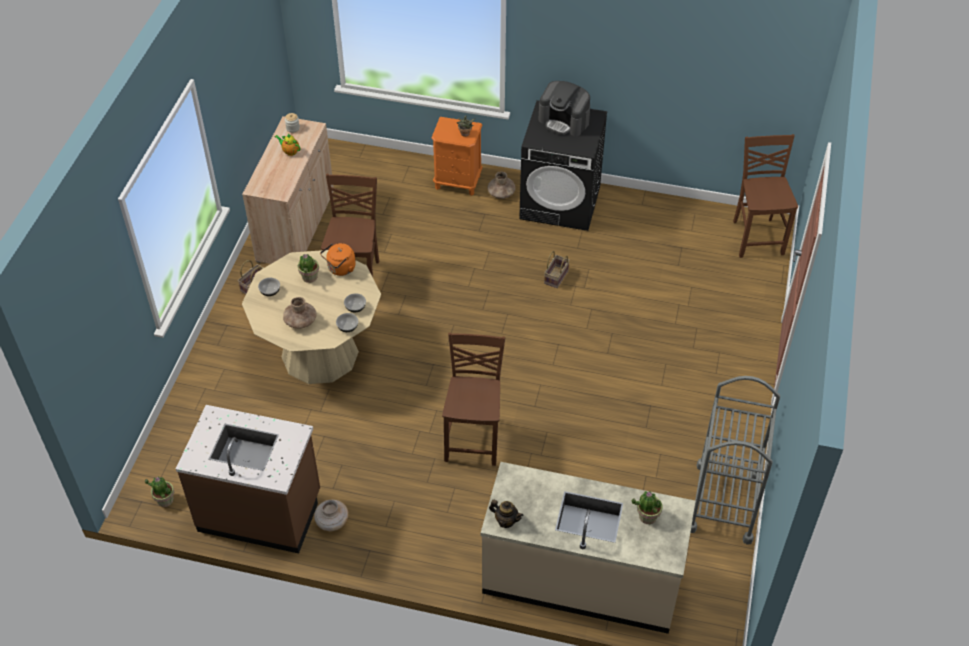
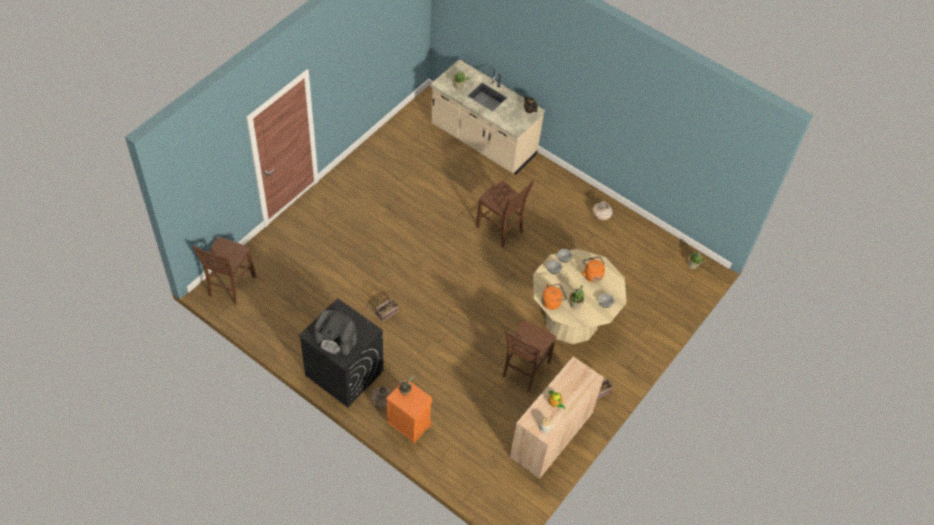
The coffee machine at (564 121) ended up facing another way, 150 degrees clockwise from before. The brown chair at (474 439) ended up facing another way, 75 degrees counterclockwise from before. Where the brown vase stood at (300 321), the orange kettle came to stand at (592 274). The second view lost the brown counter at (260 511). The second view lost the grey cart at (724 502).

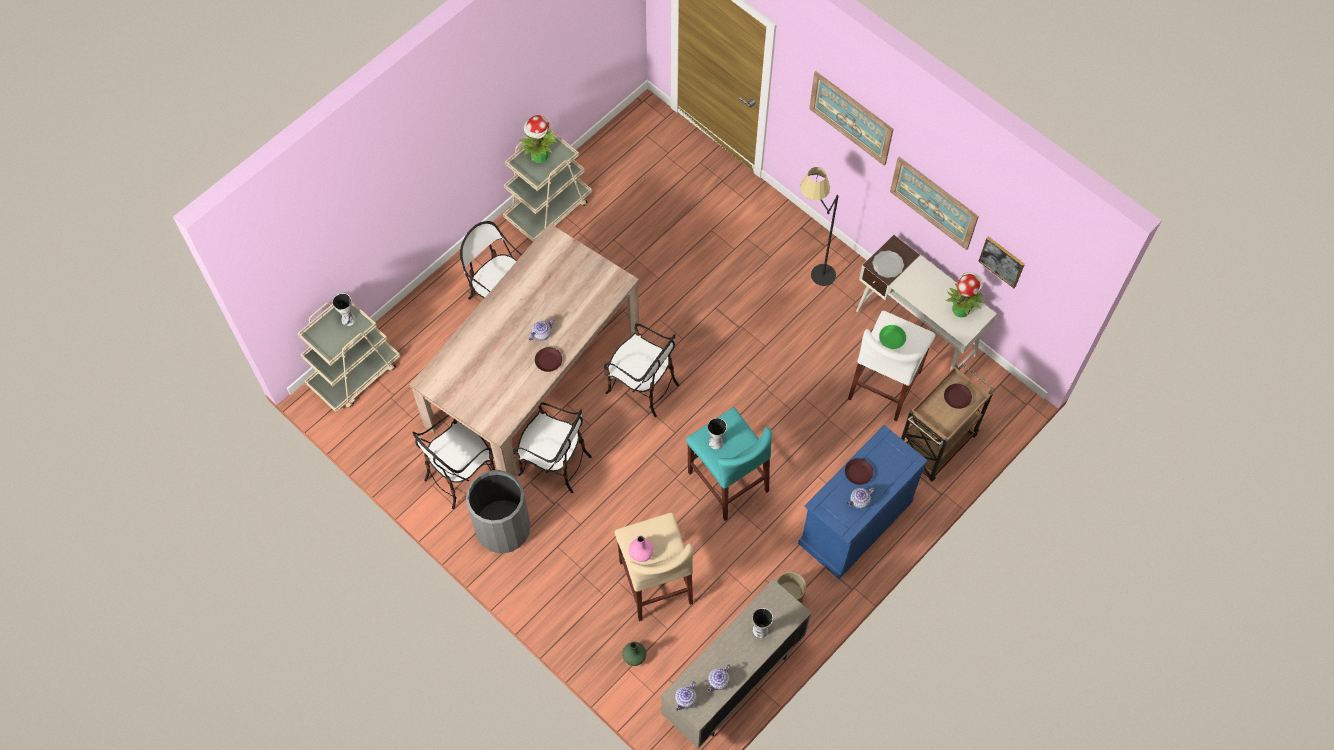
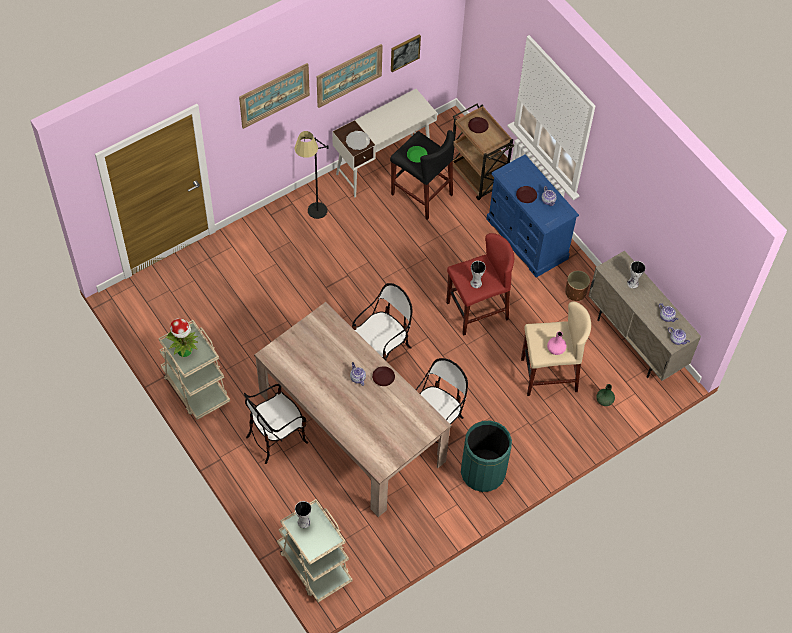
What was the white stool at (884 385) turned into the black stool at (421 194). What was the turquoise stool at (728 481) turned into the red stool at (477 311). What was the grey trash can at (503 528) turned into the green trash can at (482 472). The second view lost the chair at (461 474). The second view lost the potted plant at (961 309).

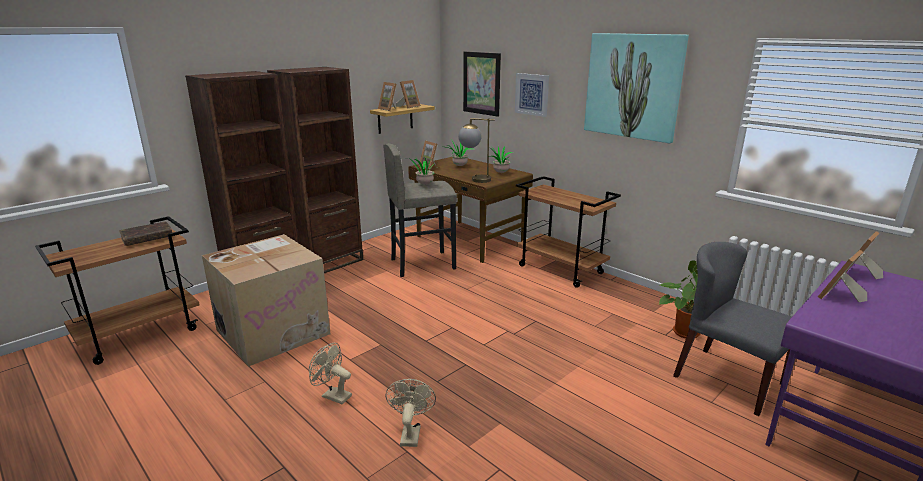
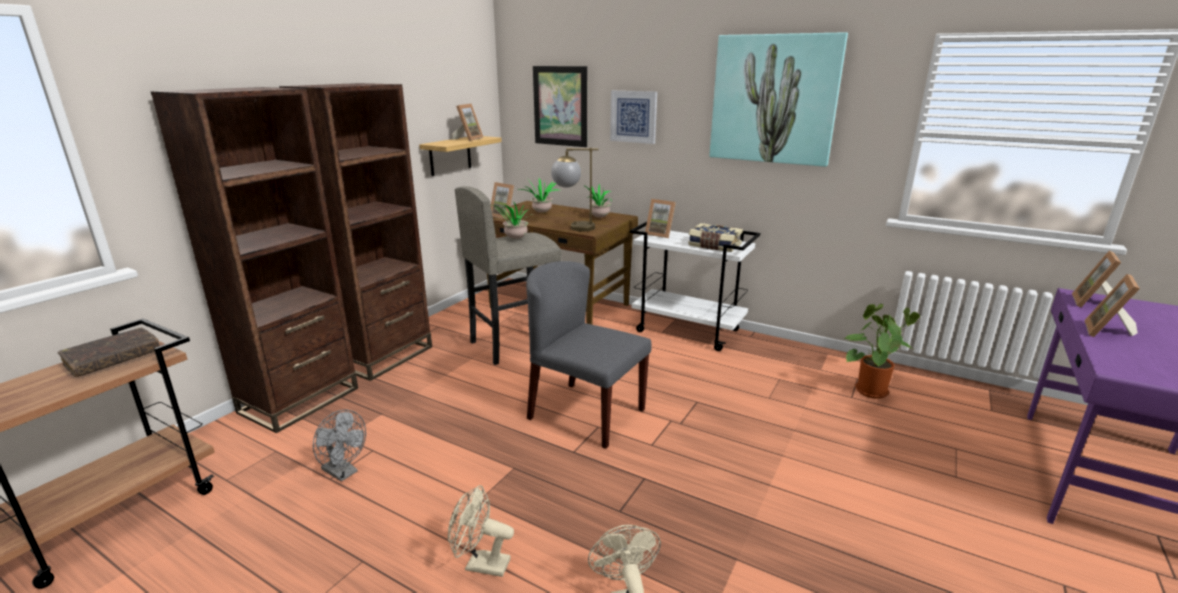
Where the cardboard box stood at (273 331), the grey fan came to stand at (343 473). The grey chair ended up elsewhere, having gone from (727 379) to (585 414). What was the brown cart at (561 270) turned into the white cart at (688 331). The picture frame ended up elsewhere, having gone from (389 109) to (660 234). The second view gained the book at (714 246).

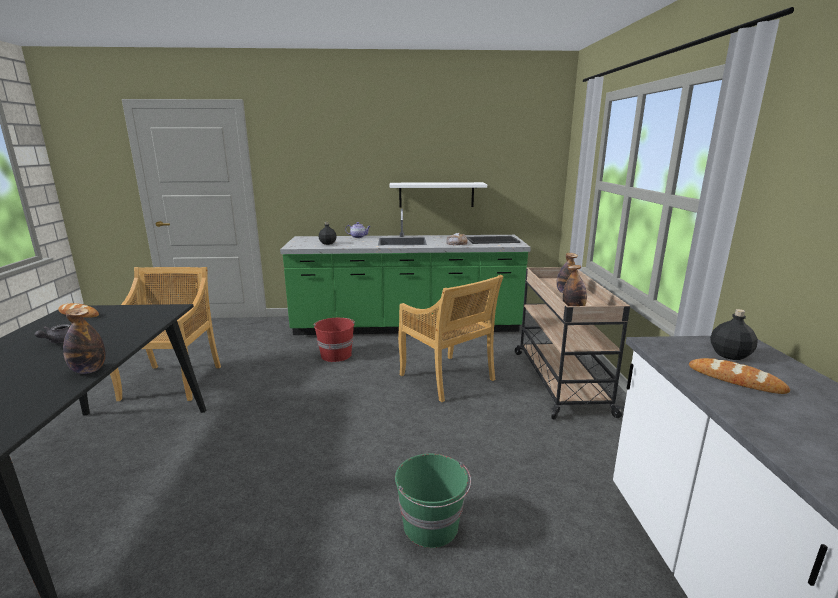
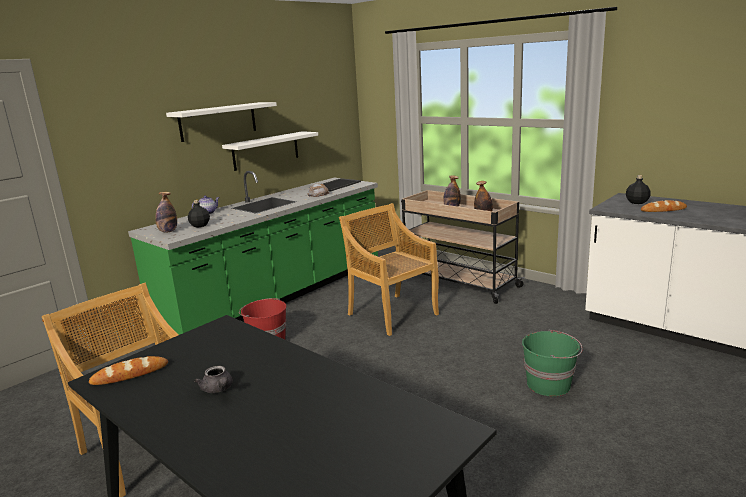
The bottle ended up elsewhere, having gone from (89 370) to (168 231). The second view gained the white shelf at (218 121). The beige chair at (447 378) ended up facing another way, 135 degrees counterclockwise from before.

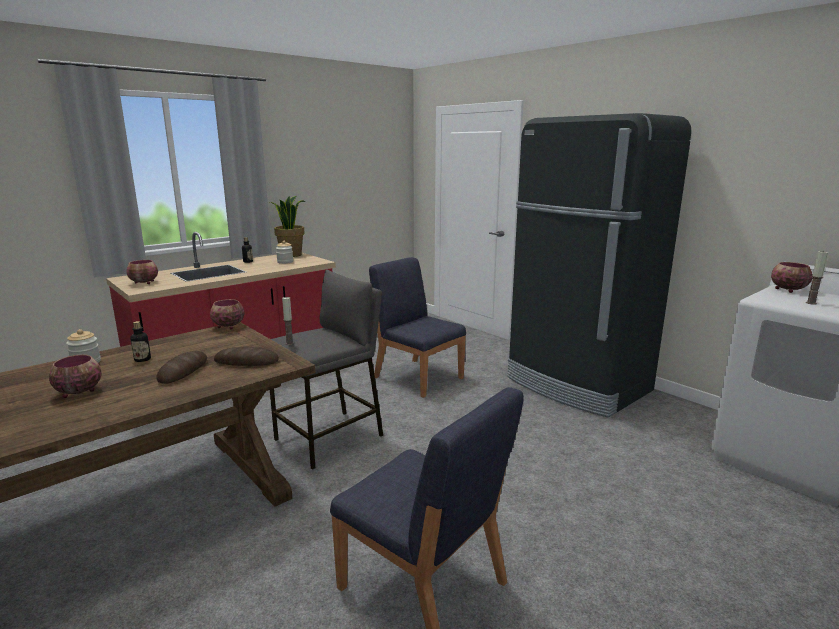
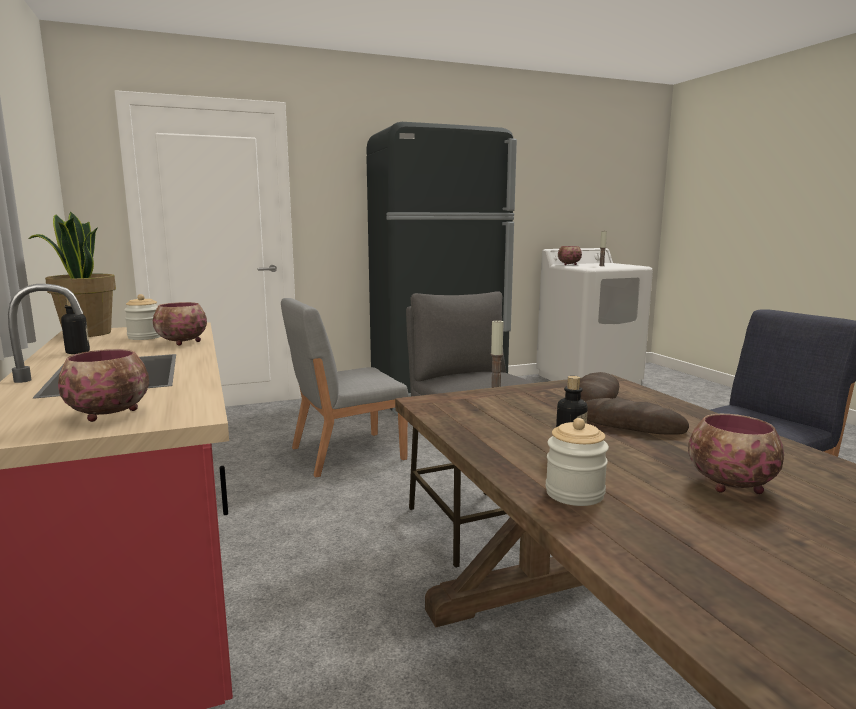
The bowl ended up elsewhere, having gone from (228 326) to (182 342). What was the blue chair at (418 377) turned into the grey chair at (346 453).

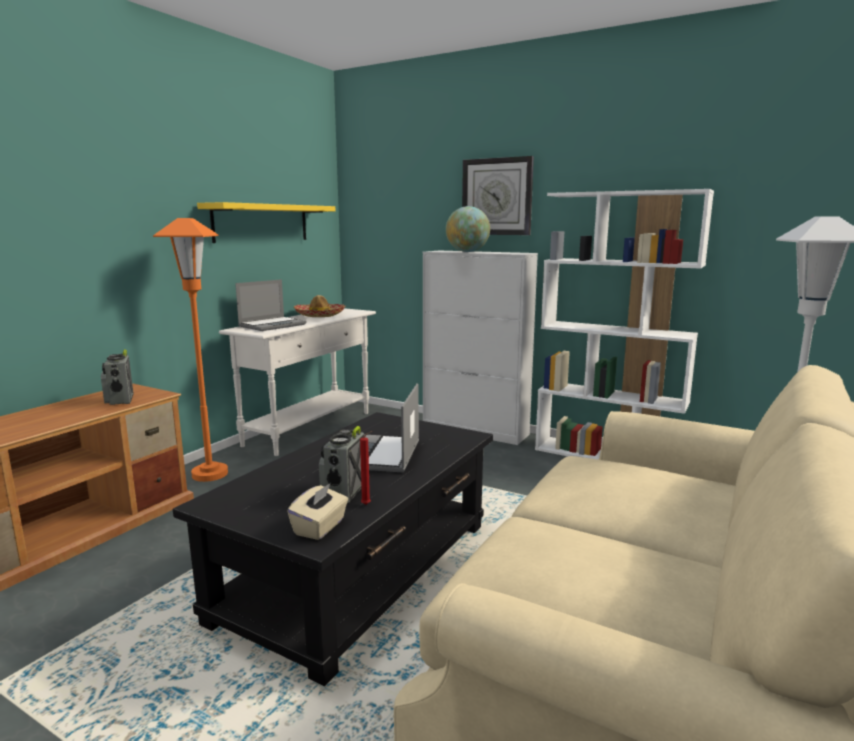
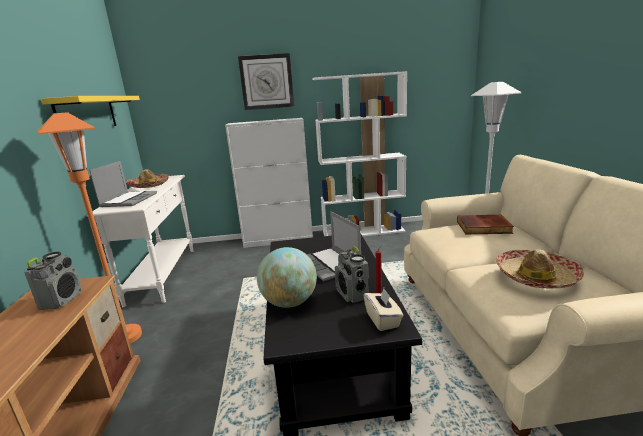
The radio at (119 400) ended up facing another way, 120 degrees counterclockwise from before. The globe ended up elsewhere, having gone from (467 252) to (289 302). The second view gained the book at (483 227). The second view gained the hat at (535 277).

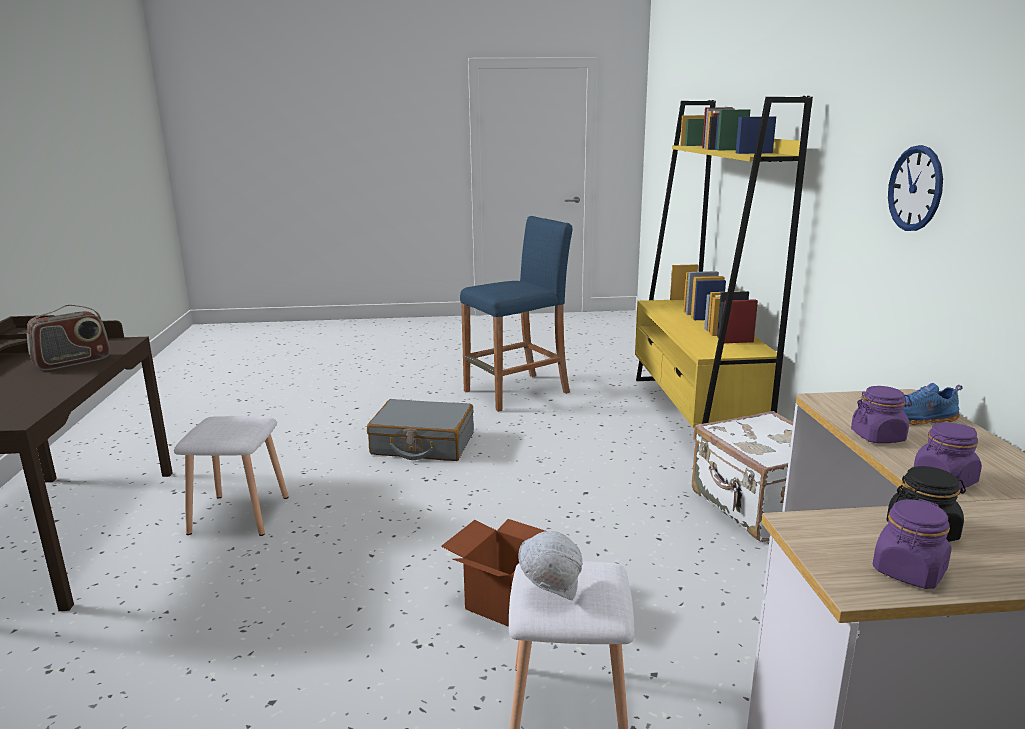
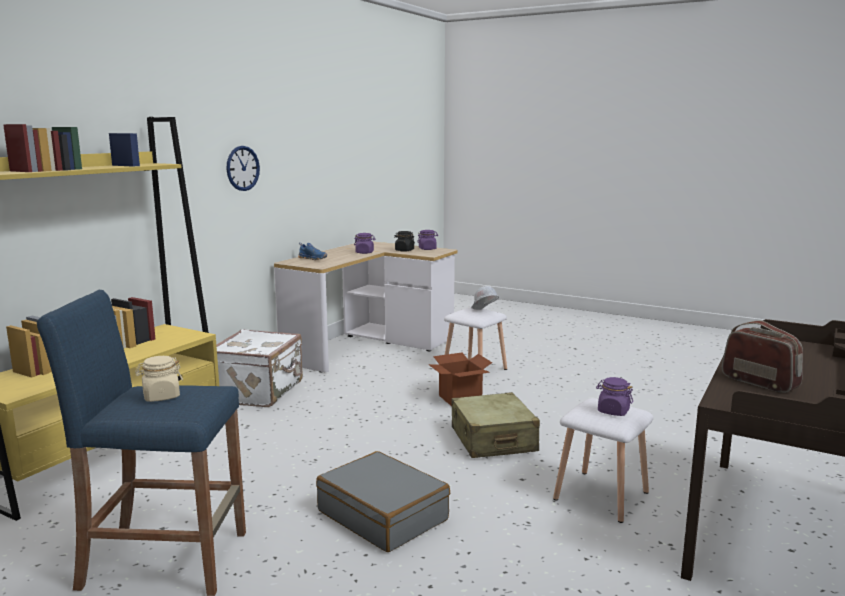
The second view gained the beige jar at (161 396). The second view gained the beige suitcase at (493 440). The purple jar ended up elsewhere, having gone from (878 437) to (613 411). The radio at (73 362) ended up facing another way, 60 degrees clockwise from before.

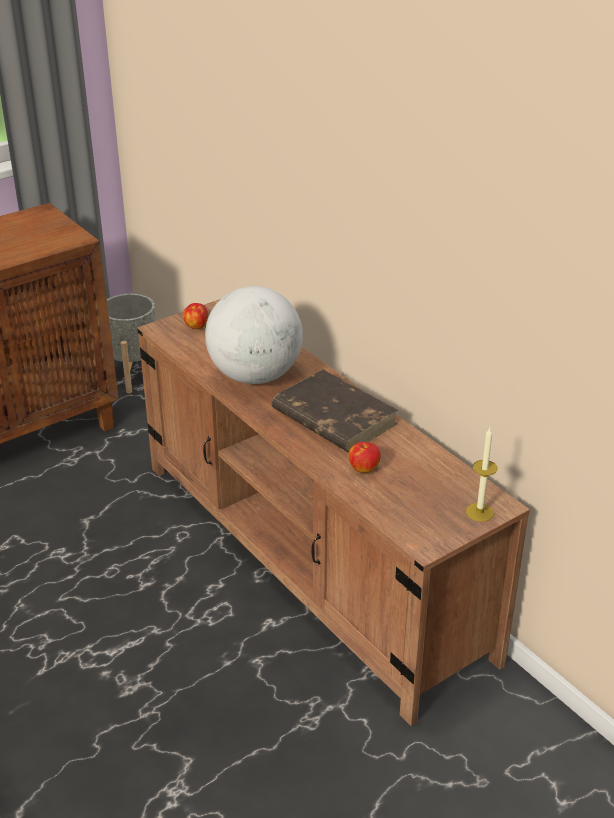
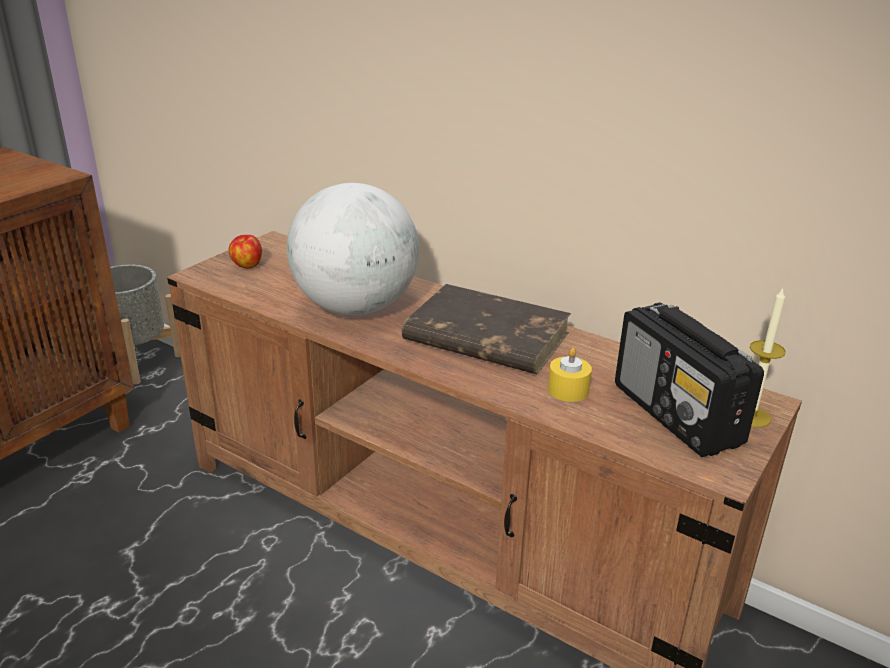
Where the apple stood at (364 468), the yellow candle came to stand at (568 390). The second view gained the radio at (677 415).

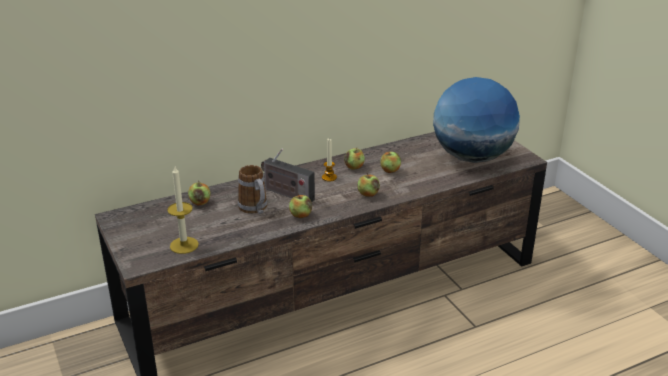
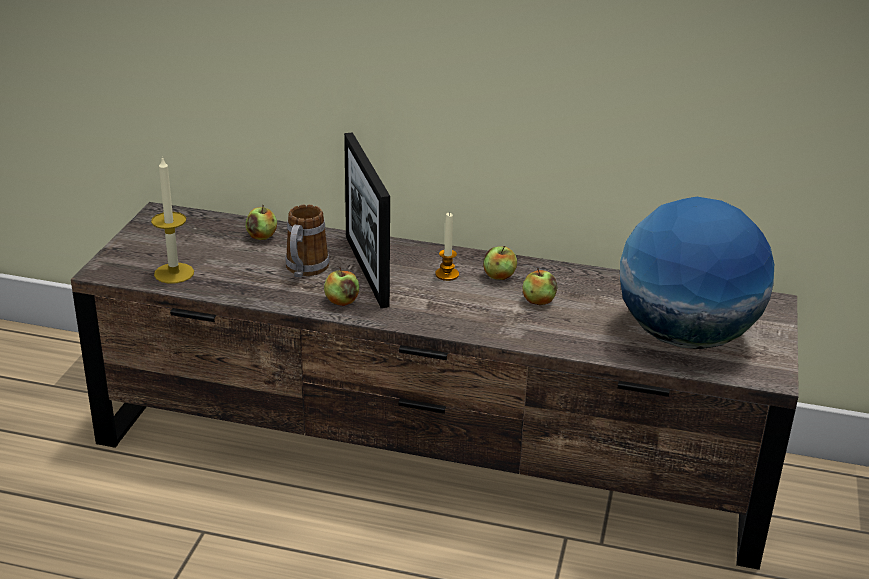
Where the radio stood at (286 194), the picture frame came to stand at (366 270). The second view lost the apple at (368 194).

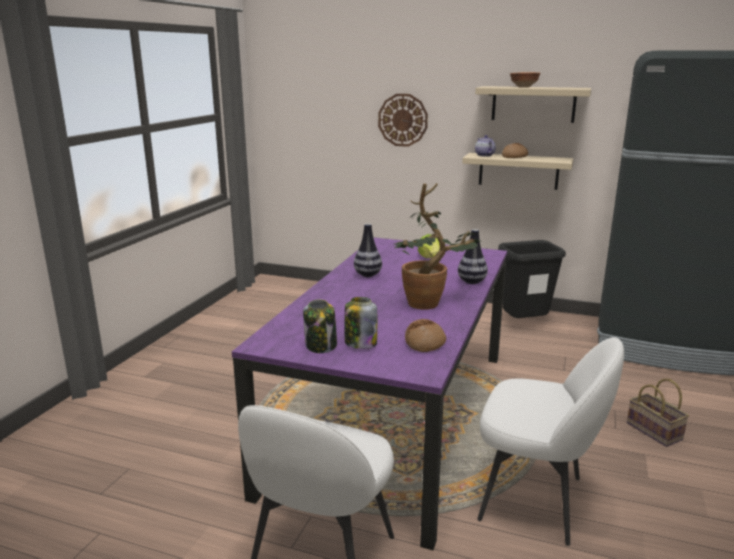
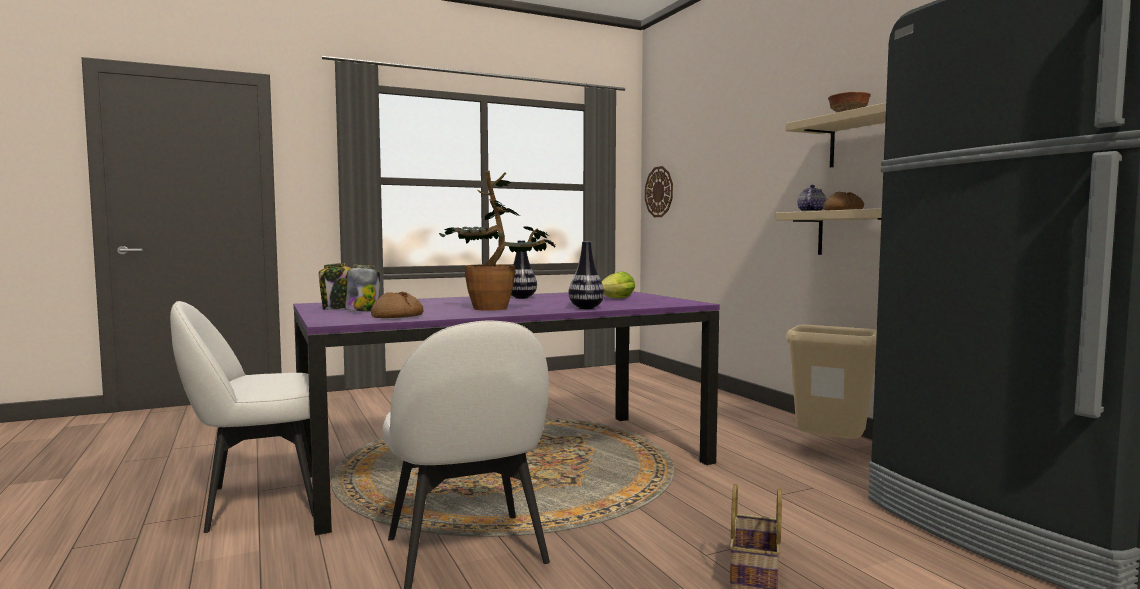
The wall clock ended up elsewhere, having gone from (403 120) to (659 192). What was the black trash can at (524 325) turned into the beige trash can at (830 452).

